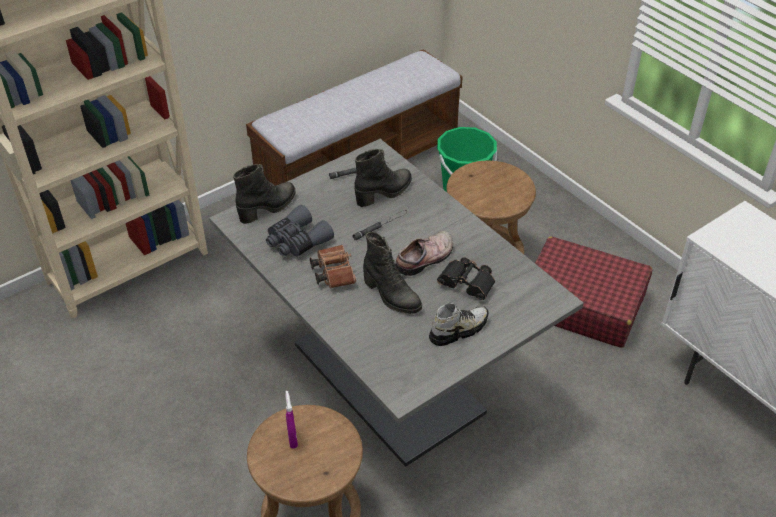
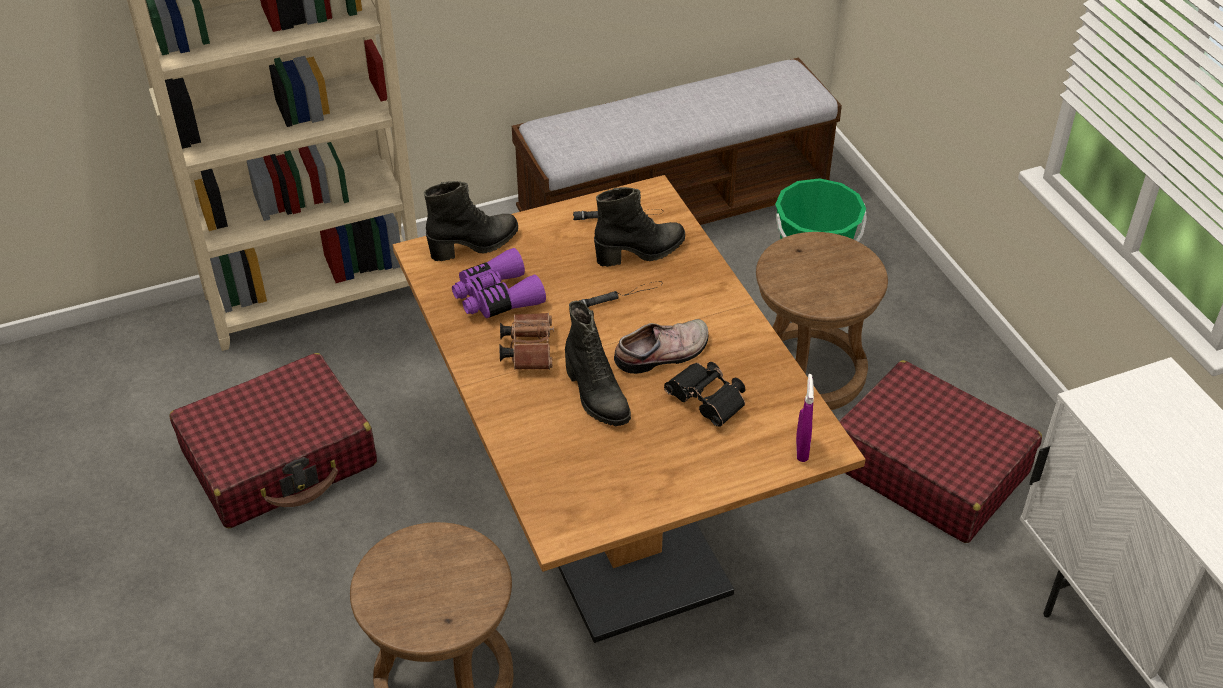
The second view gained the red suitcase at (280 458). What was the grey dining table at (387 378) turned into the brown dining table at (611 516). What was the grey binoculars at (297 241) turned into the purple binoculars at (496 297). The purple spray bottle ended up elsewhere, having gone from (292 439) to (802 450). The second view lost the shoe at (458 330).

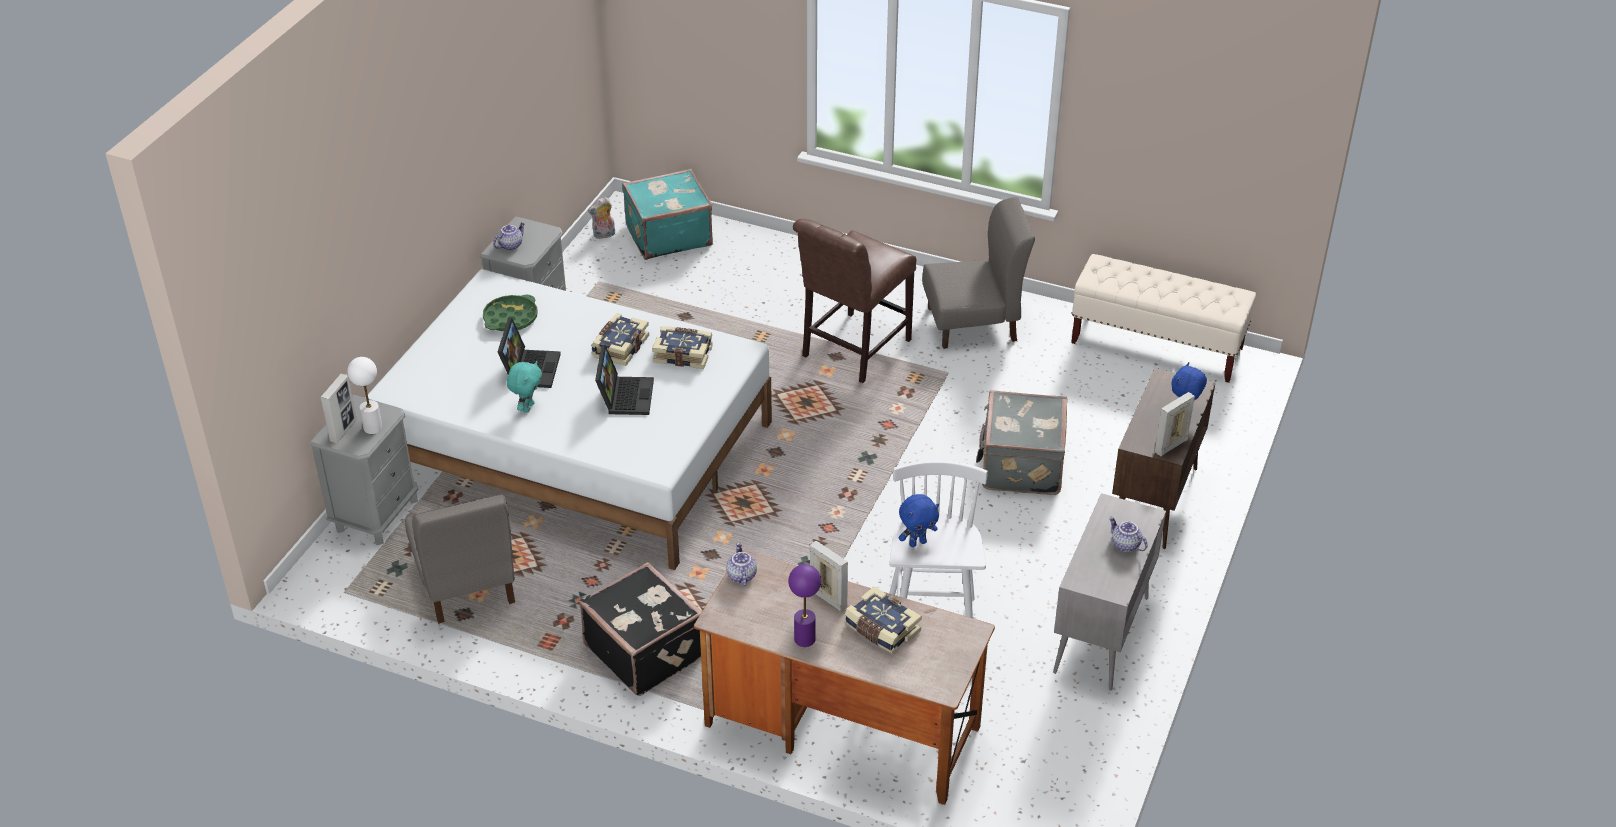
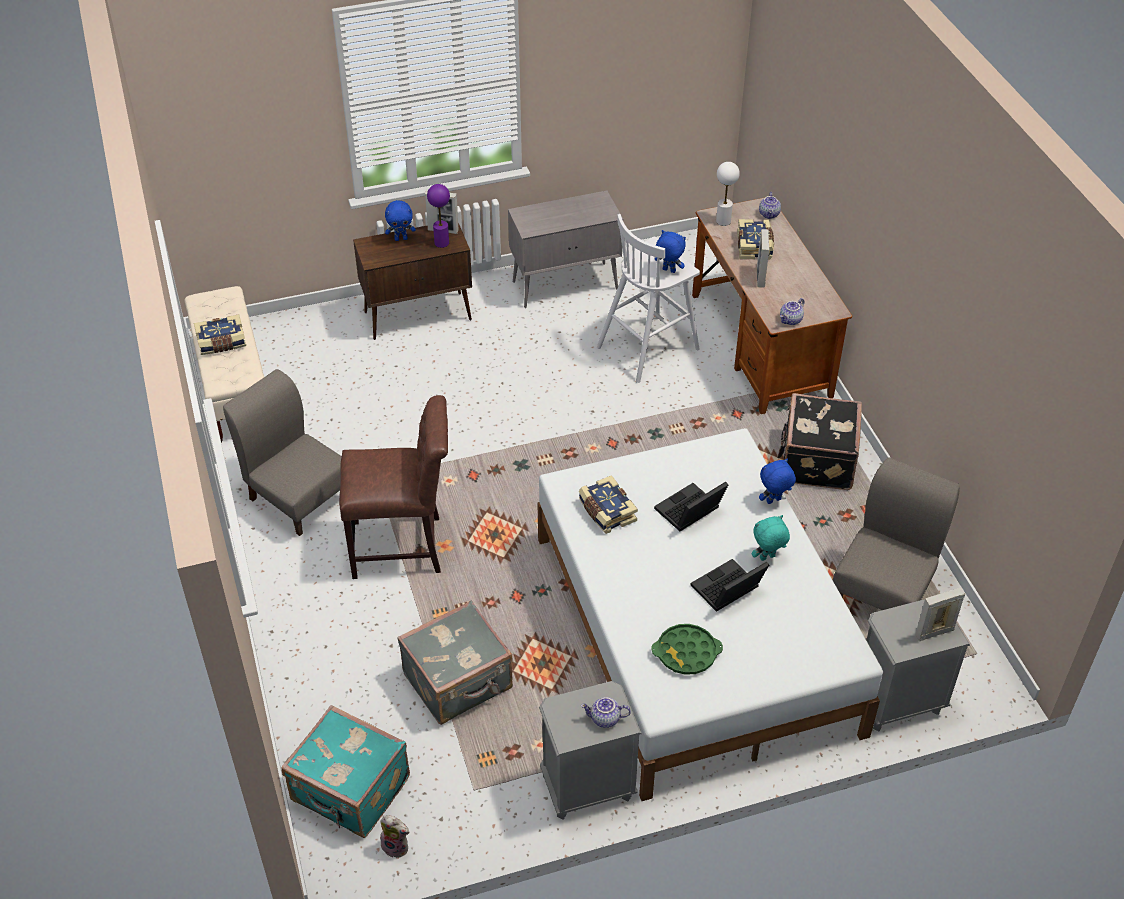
The book ended up elsewhere, having gone from (619 347) to (221 342). The grey suitcase ended up elsewhere, having gone from (1020 465) to (459 682). The purple table lamp ended up elsewhere, having gone from (804 639) to (442 243). The white table lamp ended up elsewhere, having gone from (372 428) to (723 221). The teapot ended up elsewhere, having gone from (1125 545) to (769 214). The second view gained the blue plush toy at (774 501).

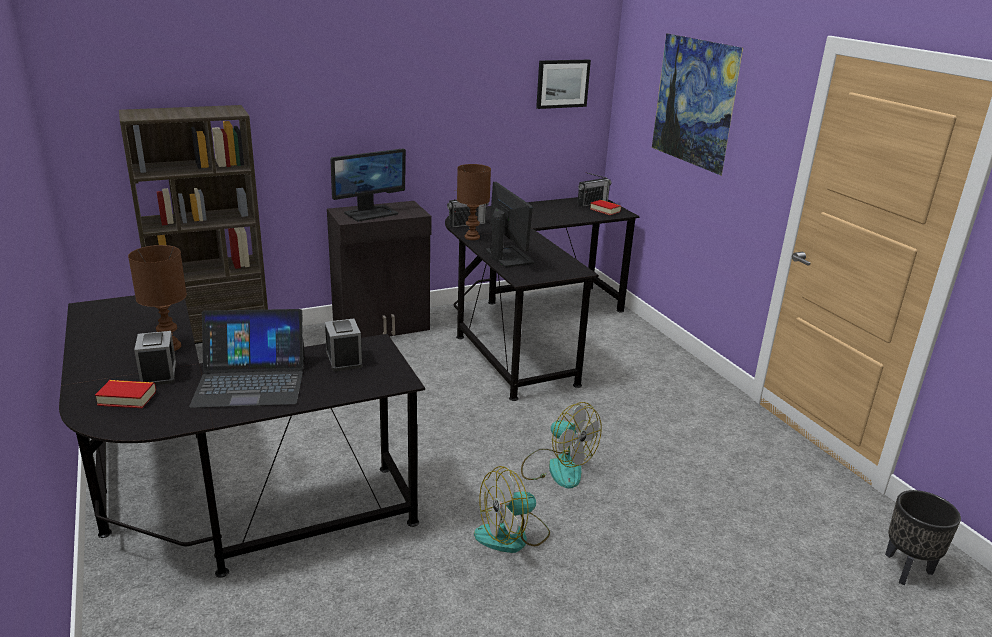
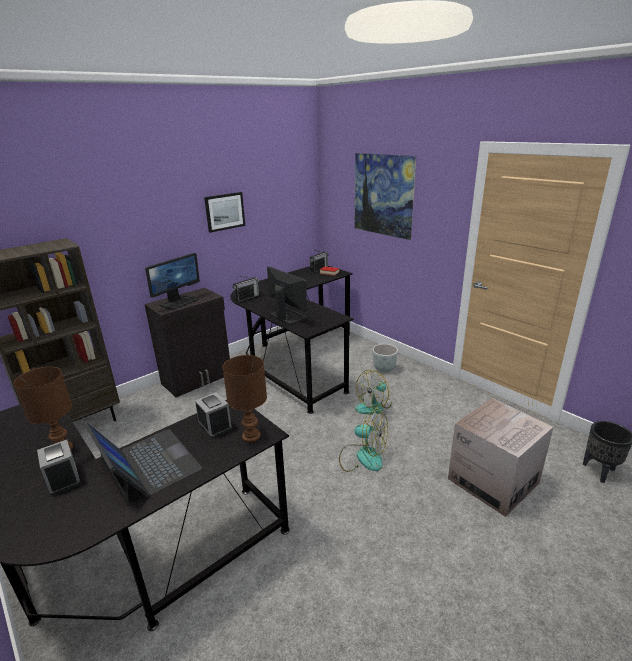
The laptop at (251 381) ended up facing another way, 105 degrees counterclockwise from before. The picture ended up elsewhere, having gone from (562 83) to (224 211). The brown table lamp ended up elsewhere, having gone from (472 237) to (251 436). The fan ended up elsewhere, having gone from (512 535) to (374 406). The second view gained the grey planter at (384 368). The second view gained the cardboard box at (493 481). The second view lost the book at (127 398).

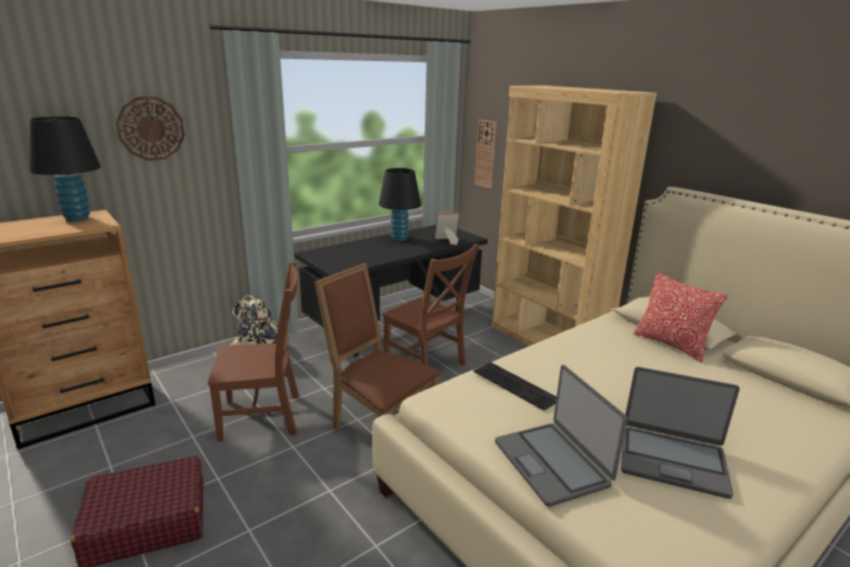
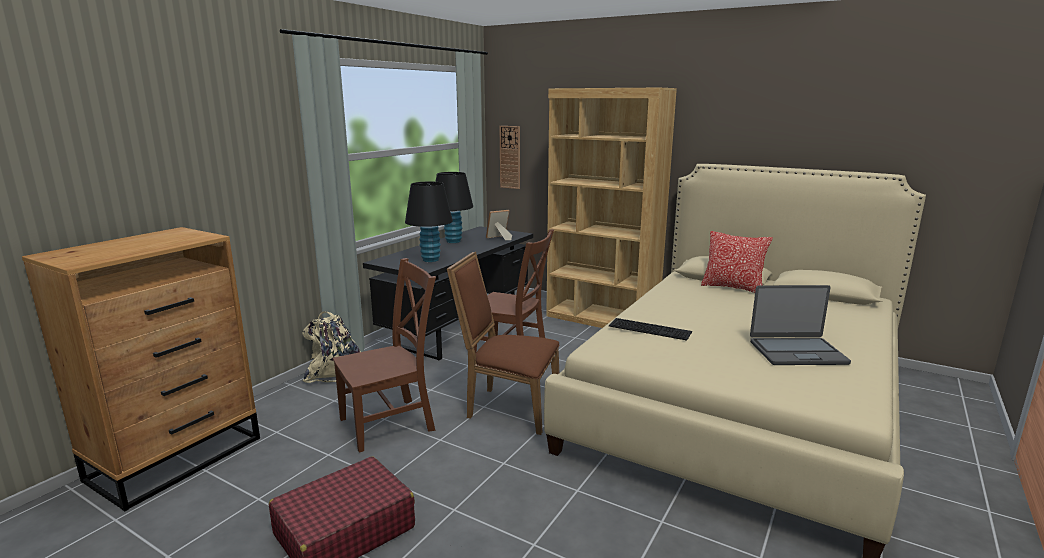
The black table lamp ended up elsewhere, having gone from (77 218) to (430 260). The second view lost the wall clock at (151 128). The second view lost the laptop at (552 463).

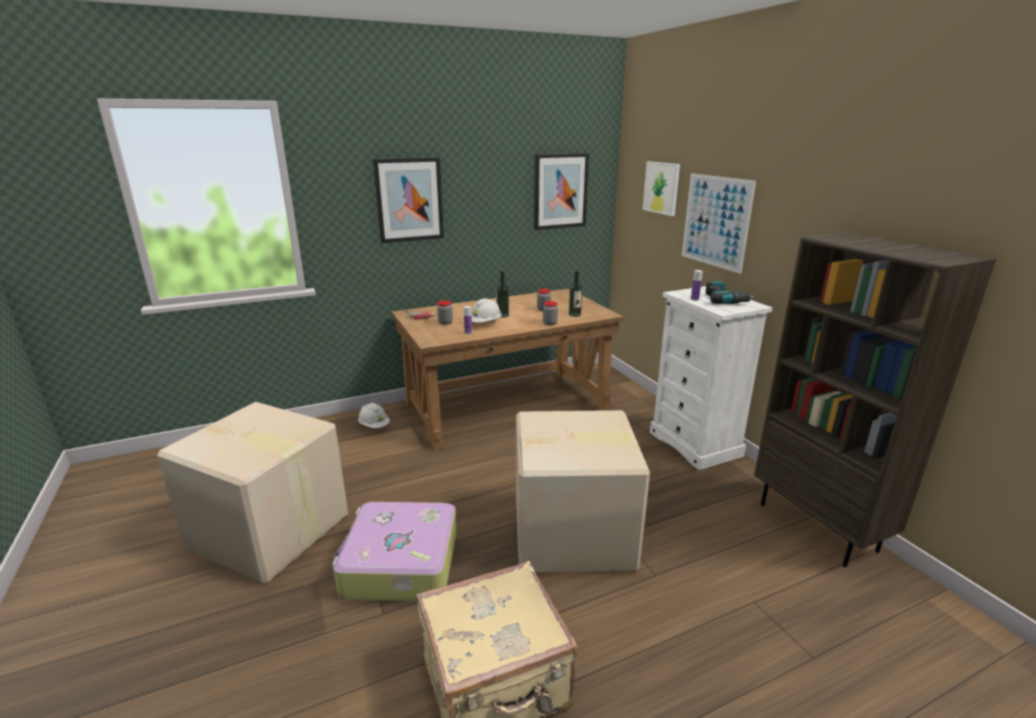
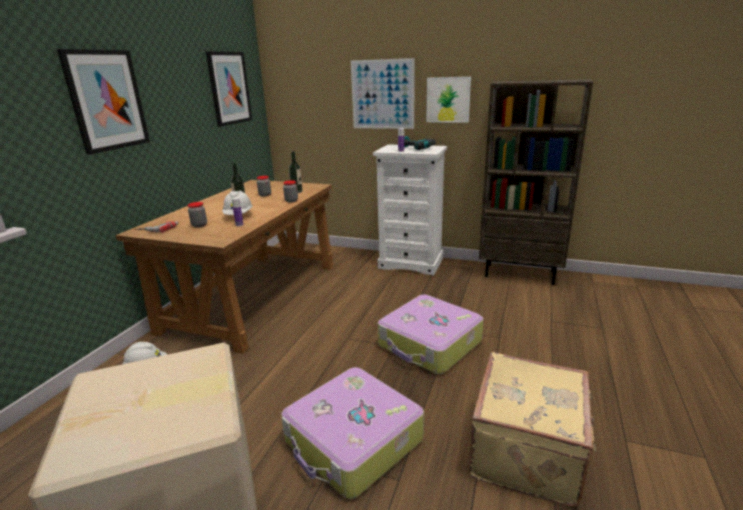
Where the cardboard box stood at (574 534), the suitcase came to stand at (429 344). The picture ended up elsewhere, having gone from (661 188) to (448 100).

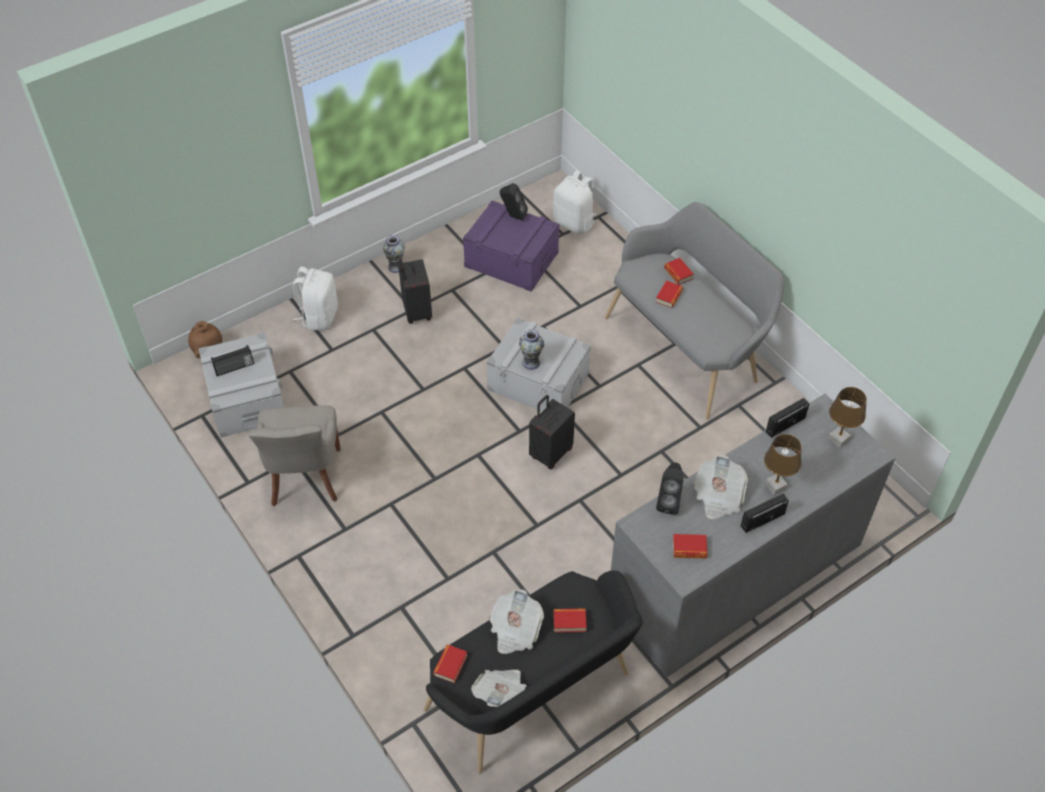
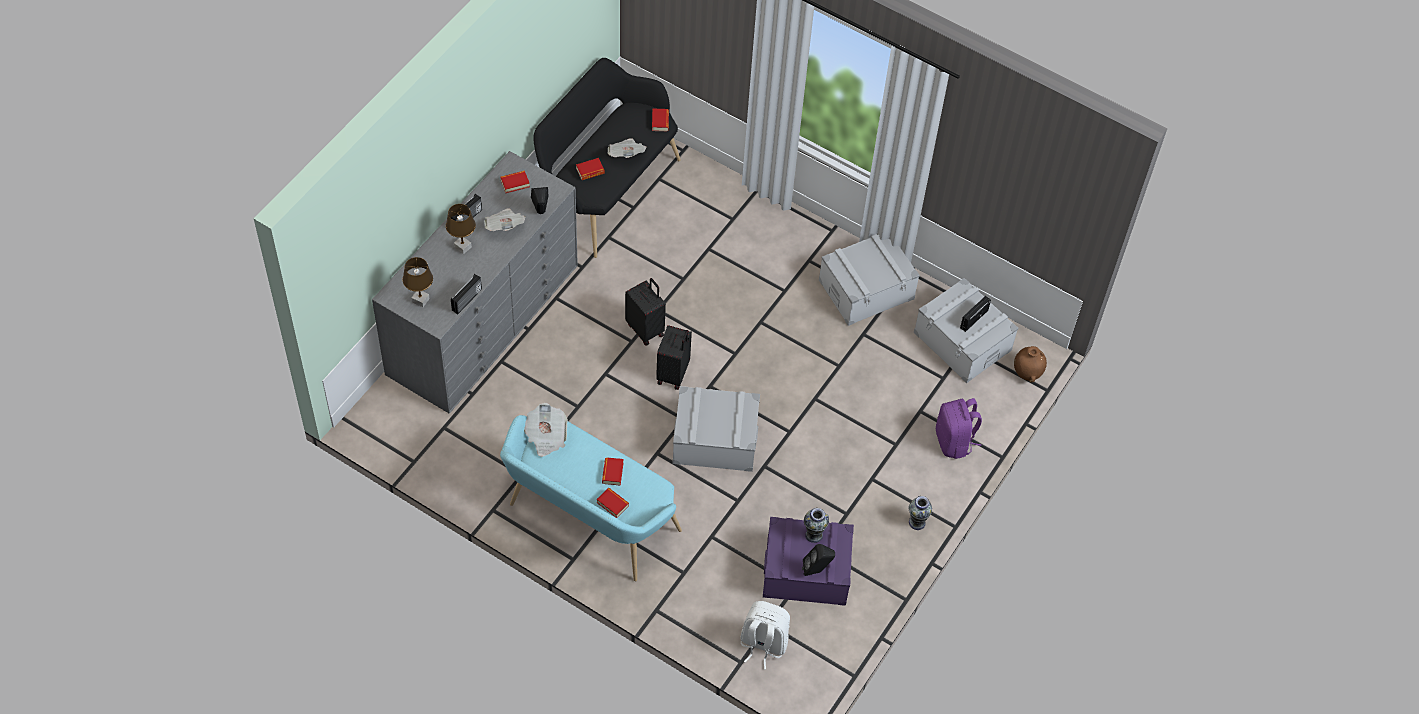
What was the grey bench at (687 348) turned into the turquoise bench at (588 521). The newspaper ended up elsewhere, having gone from (501 693) to (546 436). The black suitcase ended up elsewhere, having gone from (416 312) to (646 329). The vase ended up elsewhere, having gone from (531 362) to (814 535). Where the grey chair stood at (304 478), the grey storage box came to stand at (866 289). What was the white backpack at (319 316) turned into the purple backpack at (954 441).

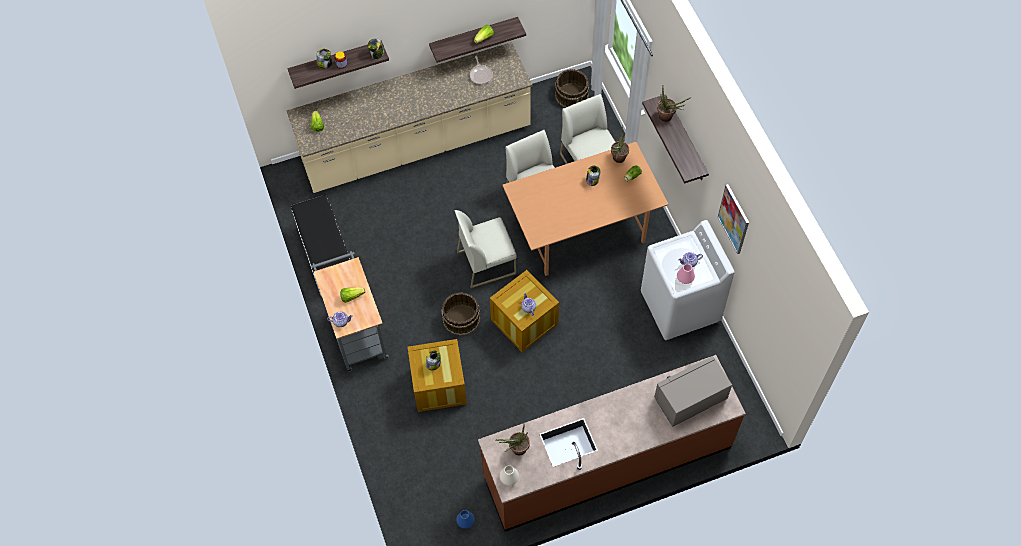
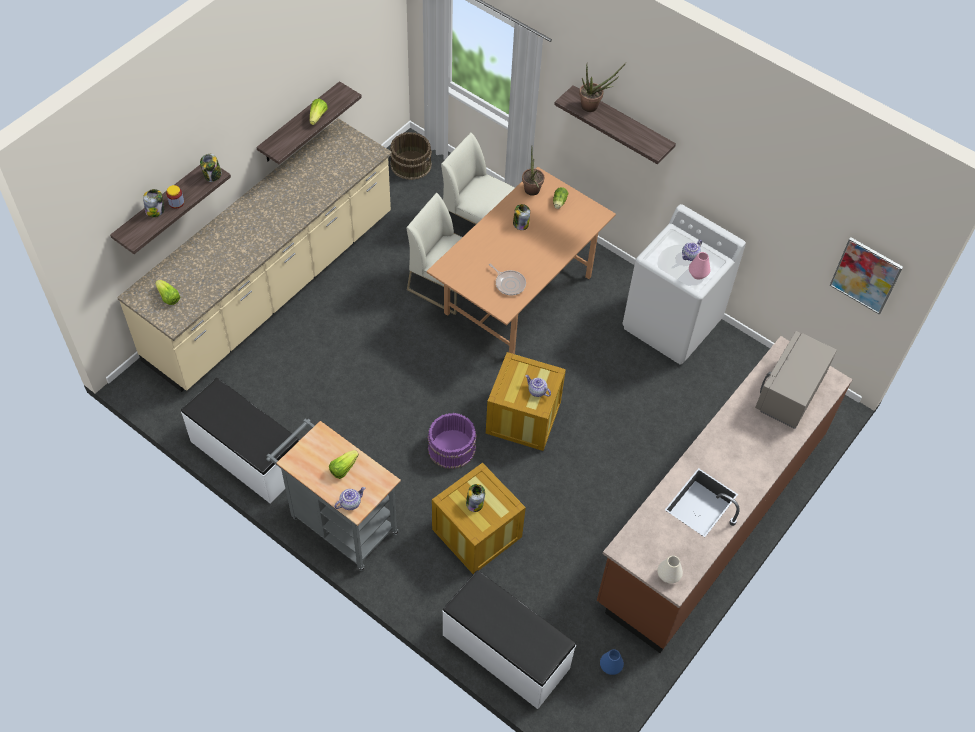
What was the brown bucket at (461 318) turned into the purple bucket at (451 447). The second view gained the white bench at (505 652). The frying pan ended up elsewhere, having gone from (481 75) to (509 283). The picture ended up elsewhere, having gone from (734 219) to (866 275). The second view lost the white chair at (486 262). The second view lost the potted plant at (516 450).

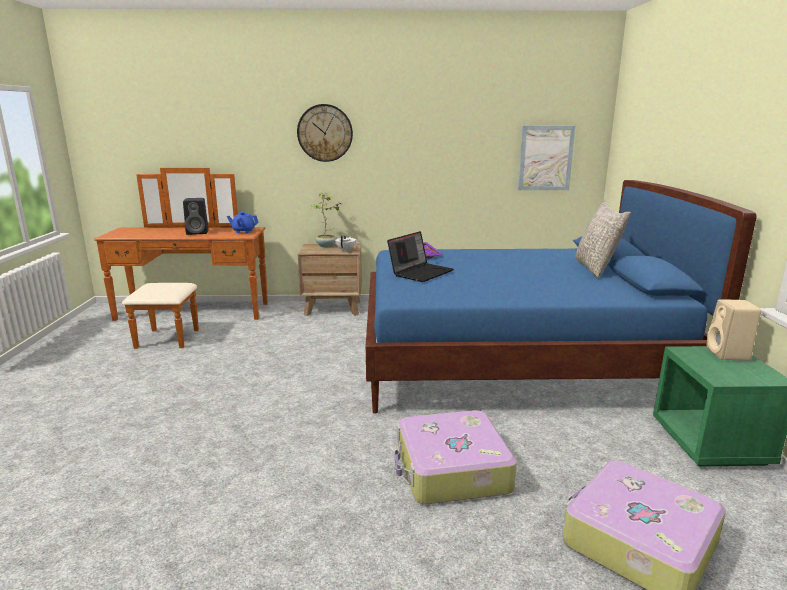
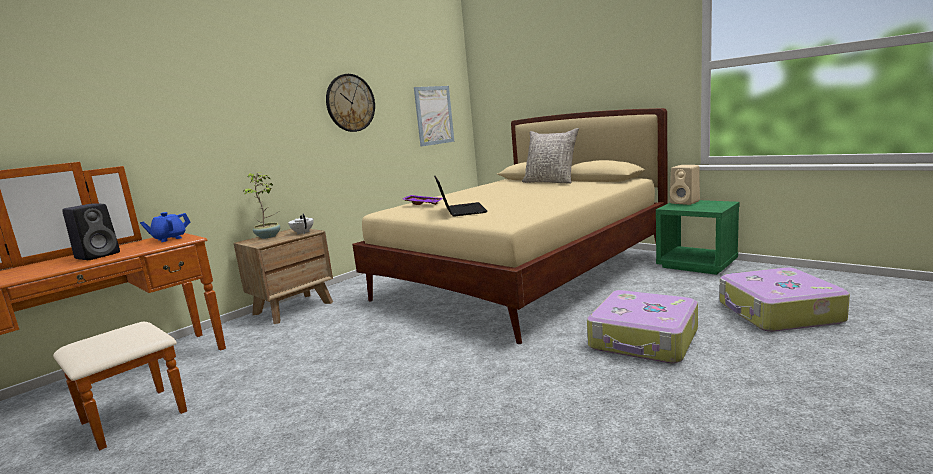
The wall clock ended up elsewhere, having gone from (325 133) to (350 103). What was the blue bed at (513 360) turned into the beige bed at (523 276).

